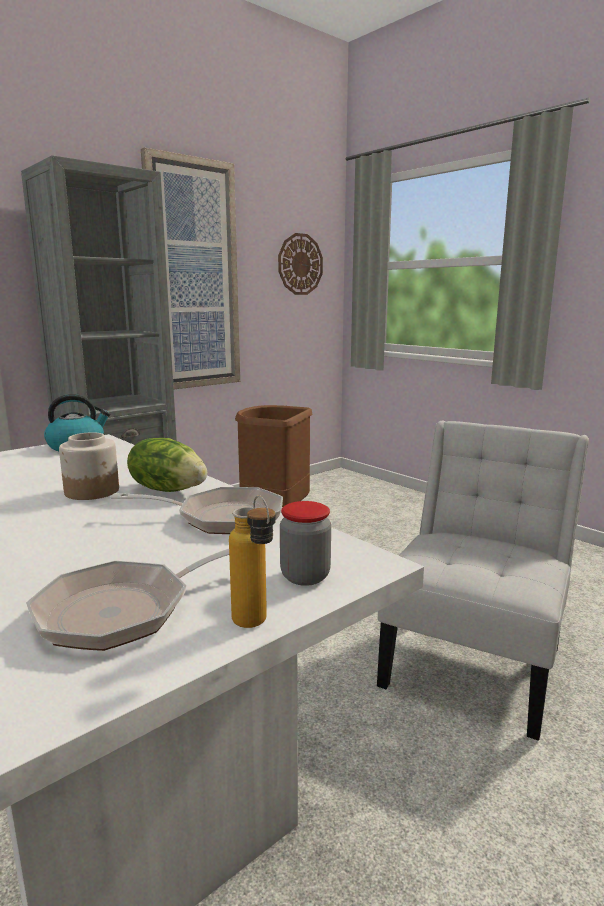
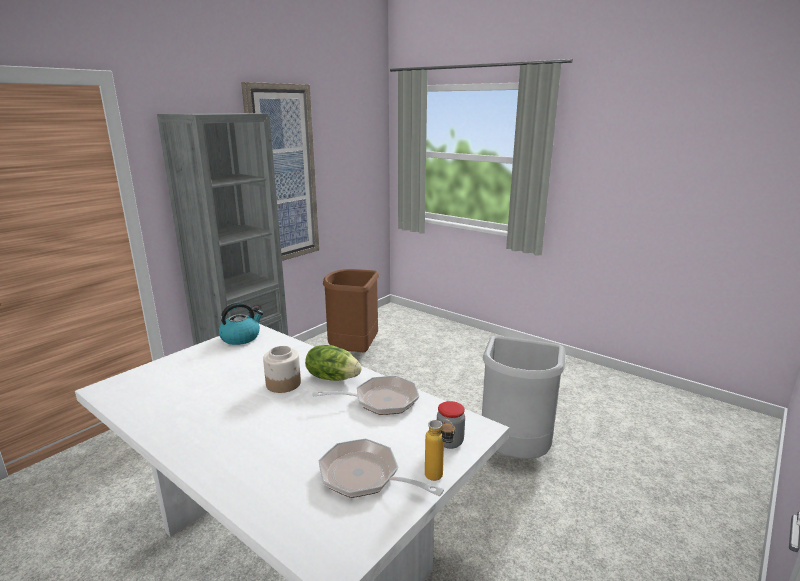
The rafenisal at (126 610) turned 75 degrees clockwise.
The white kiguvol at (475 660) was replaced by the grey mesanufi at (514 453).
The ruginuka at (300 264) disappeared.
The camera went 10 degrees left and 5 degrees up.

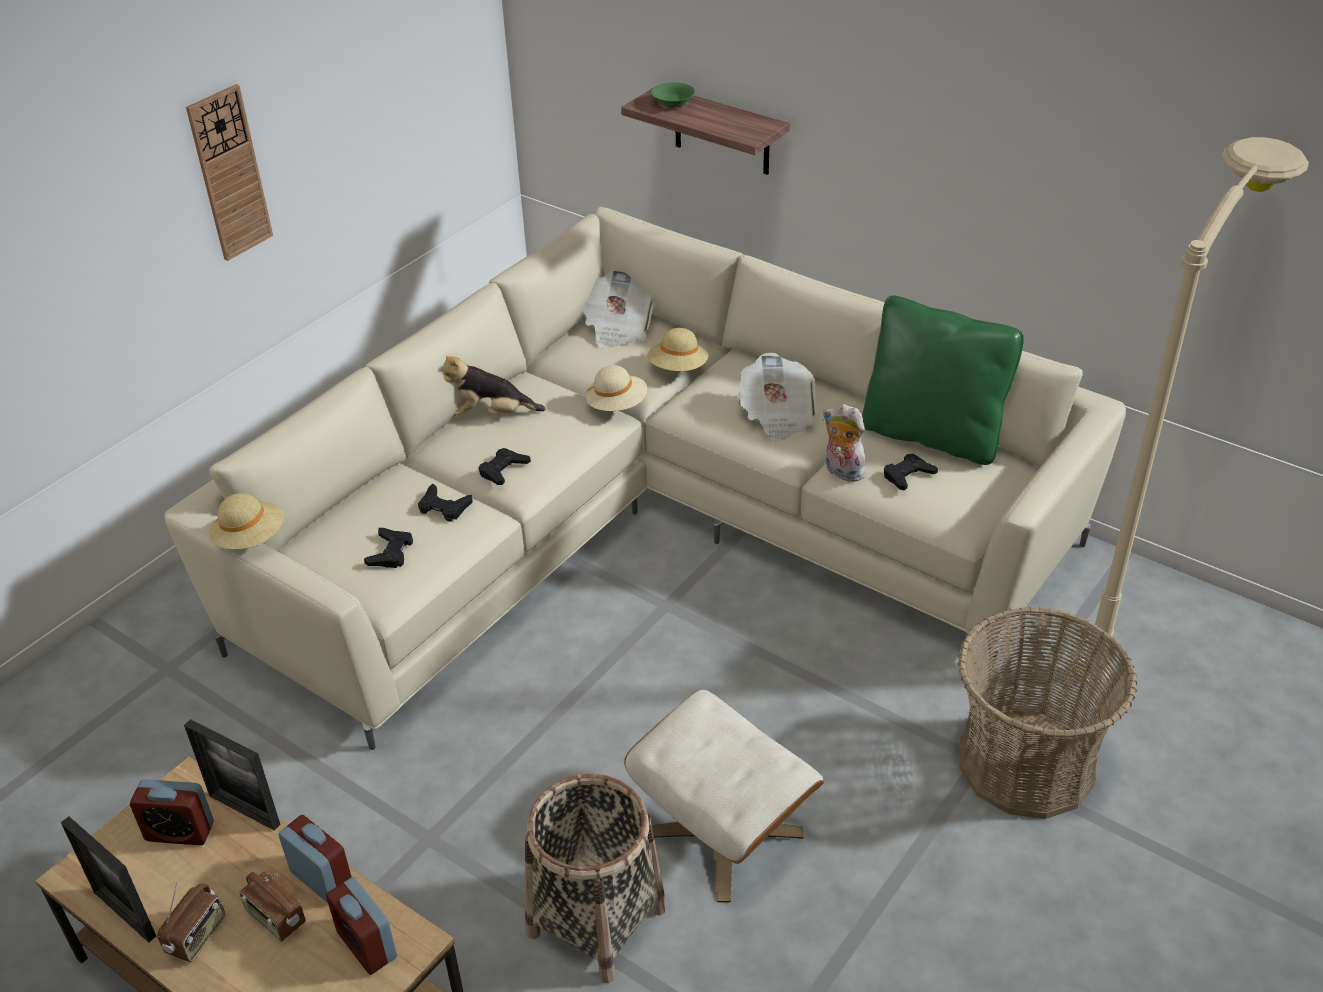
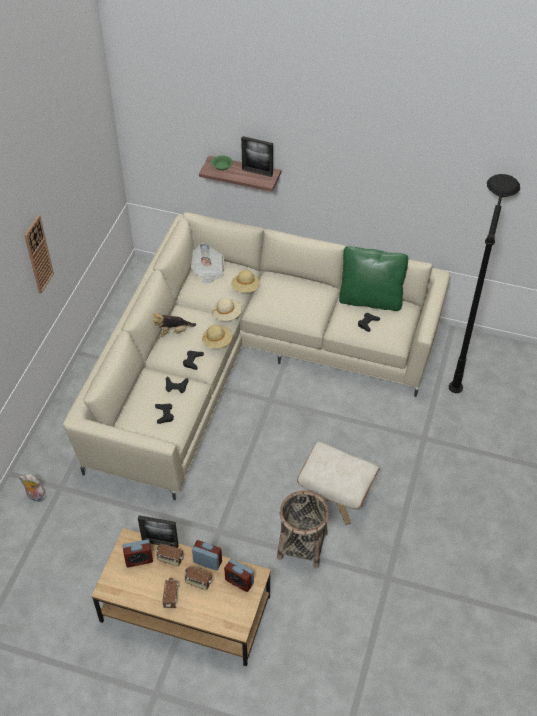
The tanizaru moved from (841 472) to (35 497).
The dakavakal at (170 559) appeared.
The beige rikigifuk moved from (251 539) to (217 341).
The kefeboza moved from (124 914) to (257 172).
The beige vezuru at (1133 612) became the black vezuru at (463 355).
The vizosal at (777 416) disappeared.
The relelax at (1026 763) disappeared.
The camera went 20 degrees left and 10 degrees up.

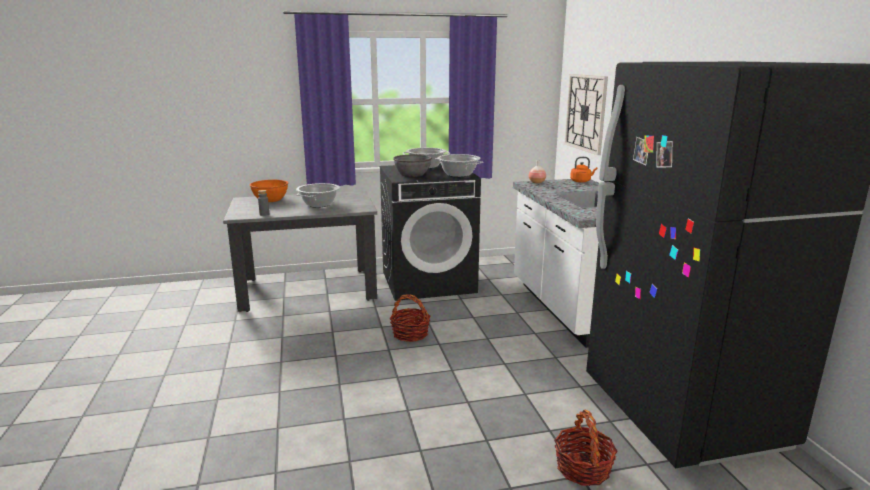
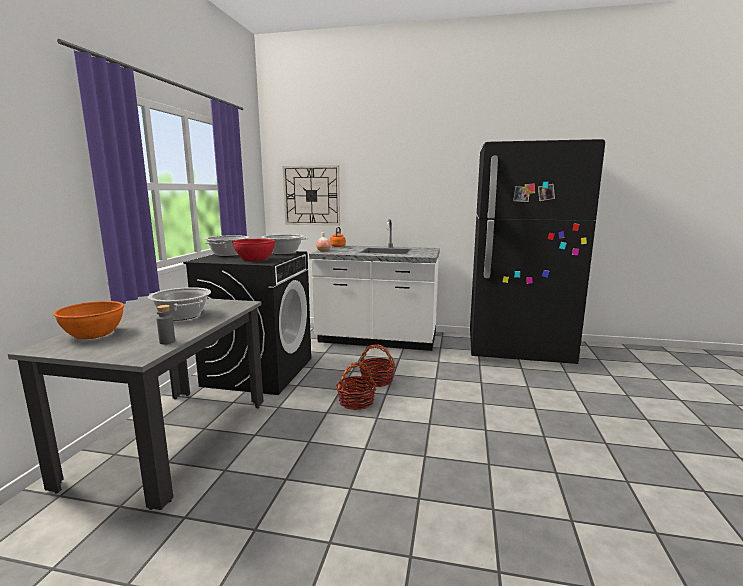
The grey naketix at (412 175) became the red naketix at (255 259).
The relelax moved from (583 468) to (377 380).
The camera went 65 degrees left and 5 degrees down.

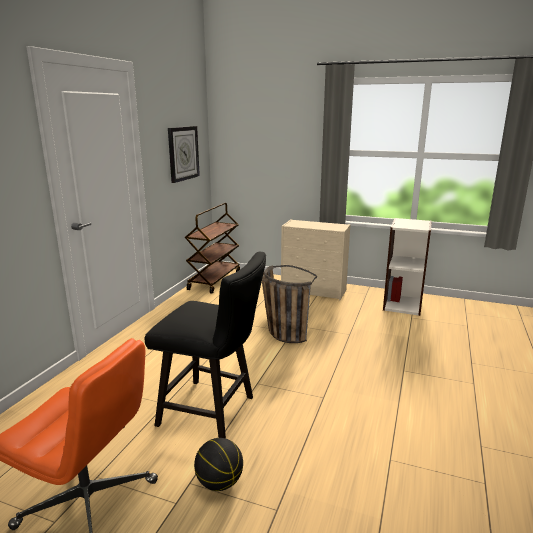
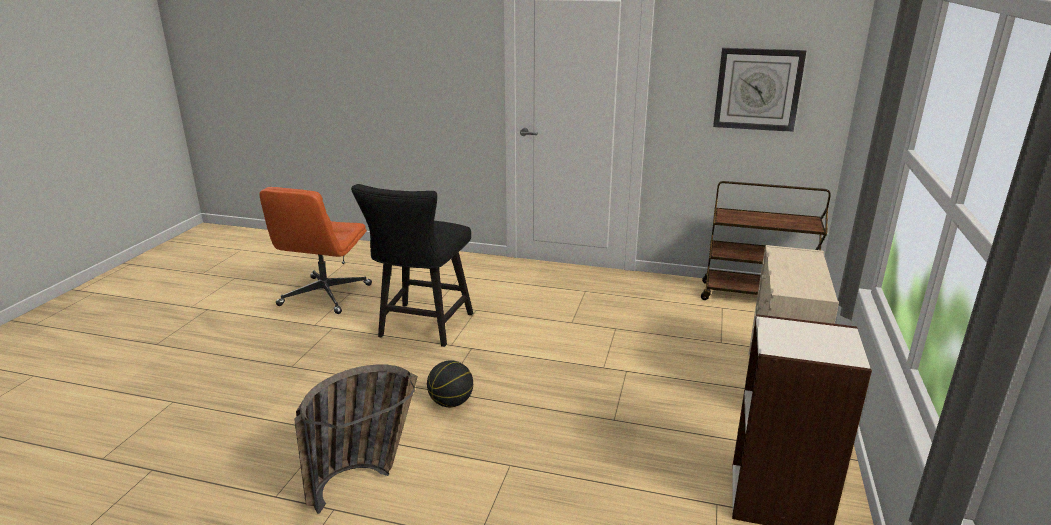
The relelax moved from (281 331) to (363 479).
The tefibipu moved from (219 482) to (451 402).
The camera went 85 degrees right and 5 degrees up.

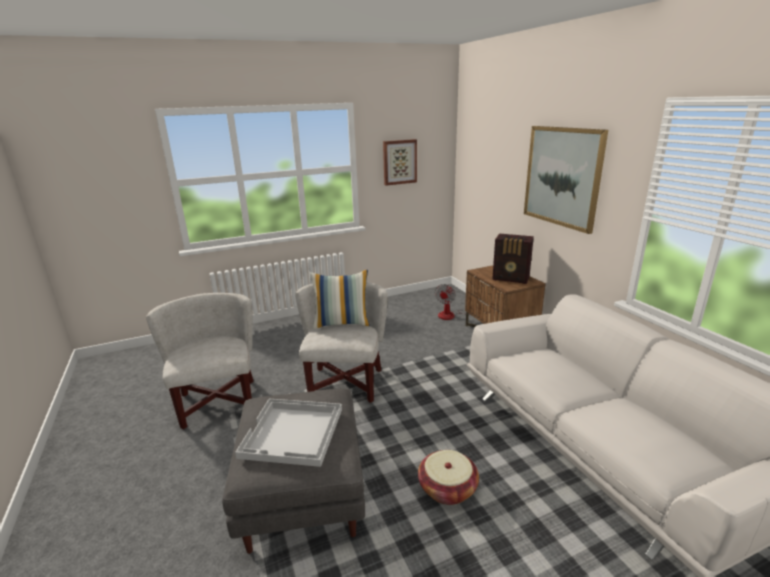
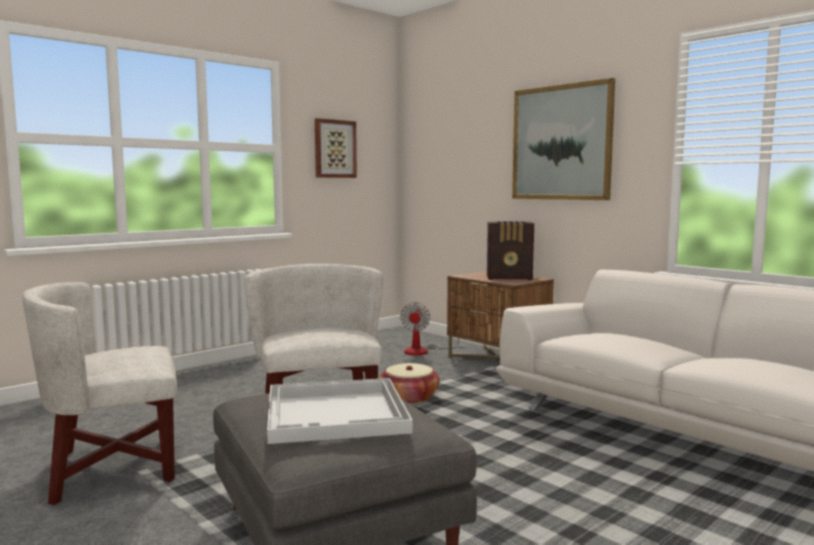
The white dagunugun at (218 402) turned 75 degrees counterclockwise.
The relelax moved from (447 488) to (409 398).
The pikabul at (342 323) disappeared.
The camera went 20 degrees left and 15 degrees down.

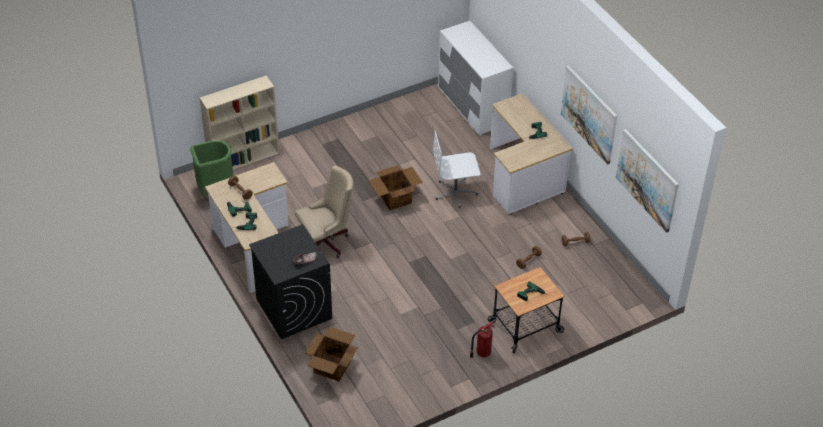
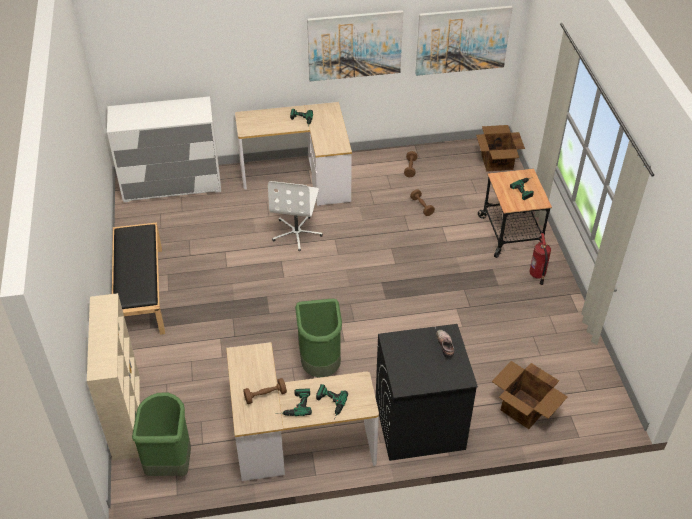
The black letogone at (140 291) appeared.
The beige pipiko at (326 242) was replaced by the green mesanufi at (321 364).
The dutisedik moved from (395 198) to (497 162).
The camera went 70 degrees left and 0 degrees up.

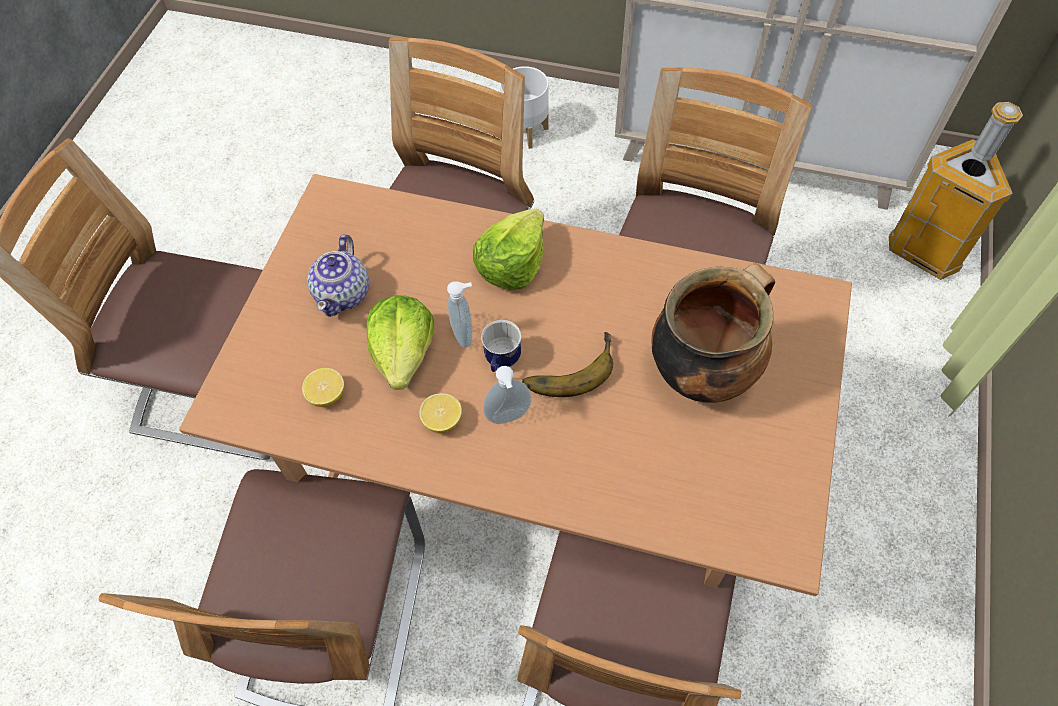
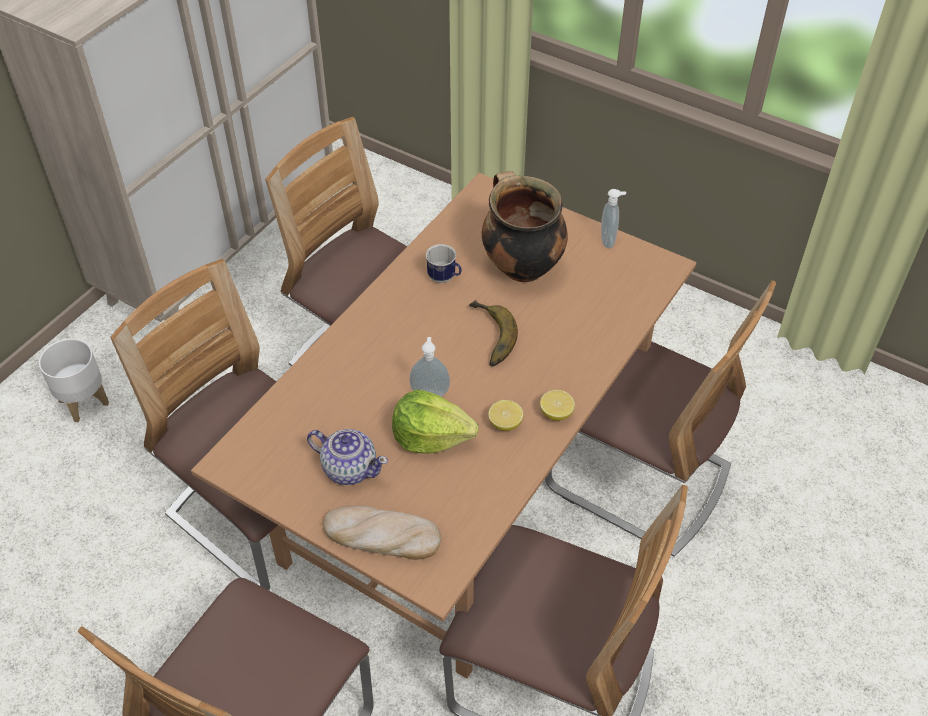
The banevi at (381 536) appeared.
The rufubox moved from (501 362) to (445 278).
The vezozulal moved from (327 395) to (556 413).
The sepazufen moved from (509 418) to (609 240).
The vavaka at (512 264) disappeared.
The mesanufi at (924 252) disappeared.
The camera went 75 degrees left and 10 degrees down.

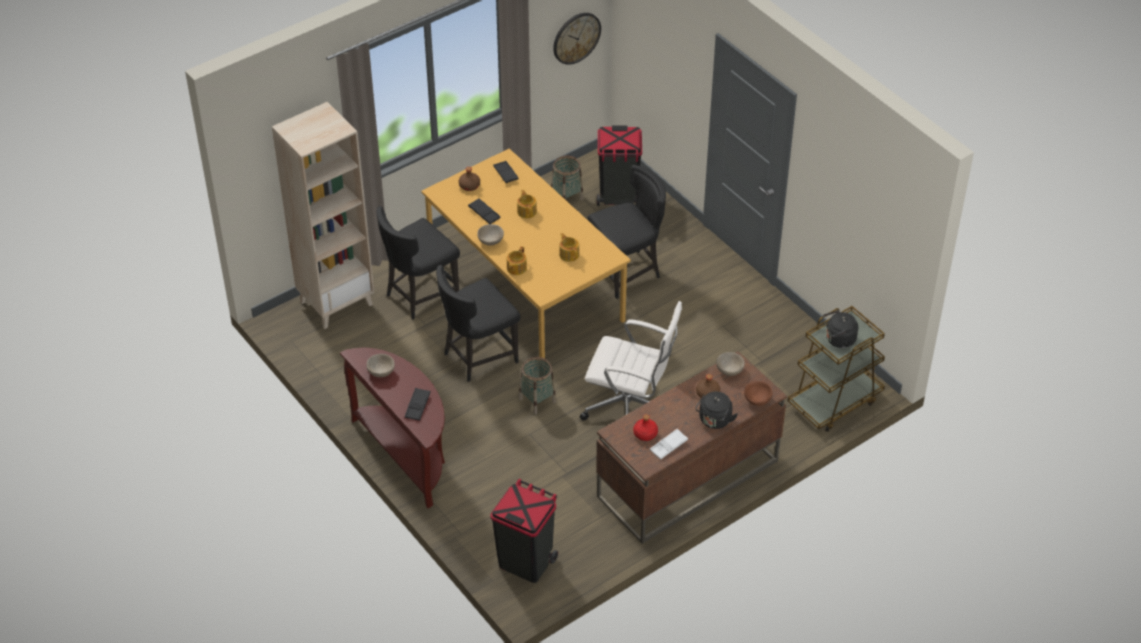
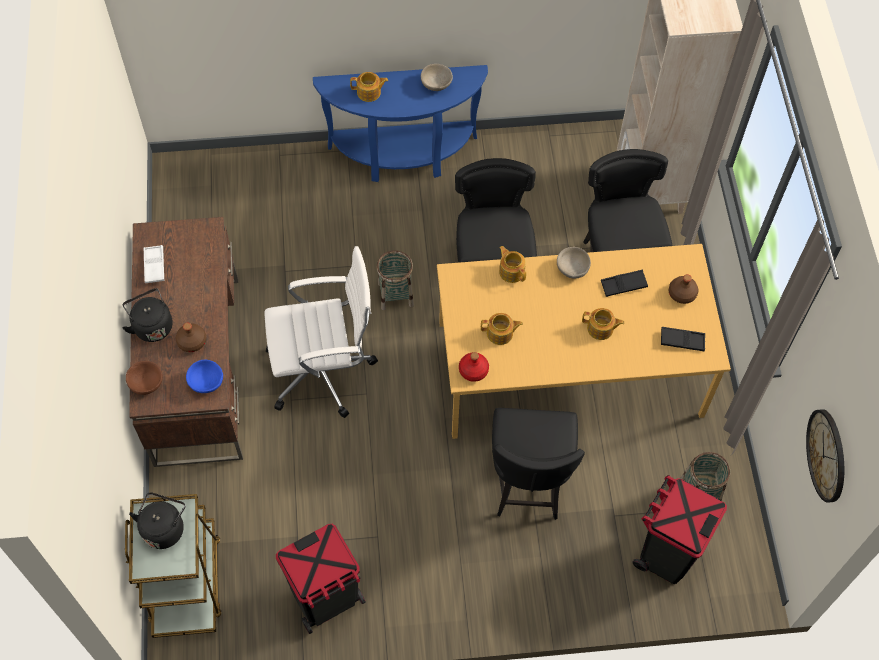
The beige naketix at (730 370) became the blue naketix at (206 382).
The white pipiko at (630 409) turned 150 degrees counterclockwise.
The black mesanufi moved from (525 561) to (326 598).
The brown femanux at (406 454) became the blue femanux at (403 157).
The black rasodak at (417 406) was replaced by the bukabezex at (369 92).
The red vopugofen moved from (645 434) to (473 370).
The camera went 120 degrees right and 15 degrees up.

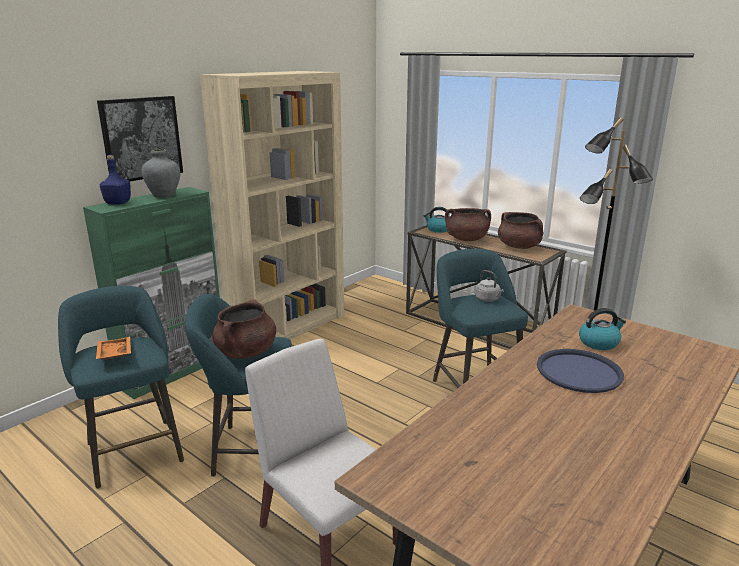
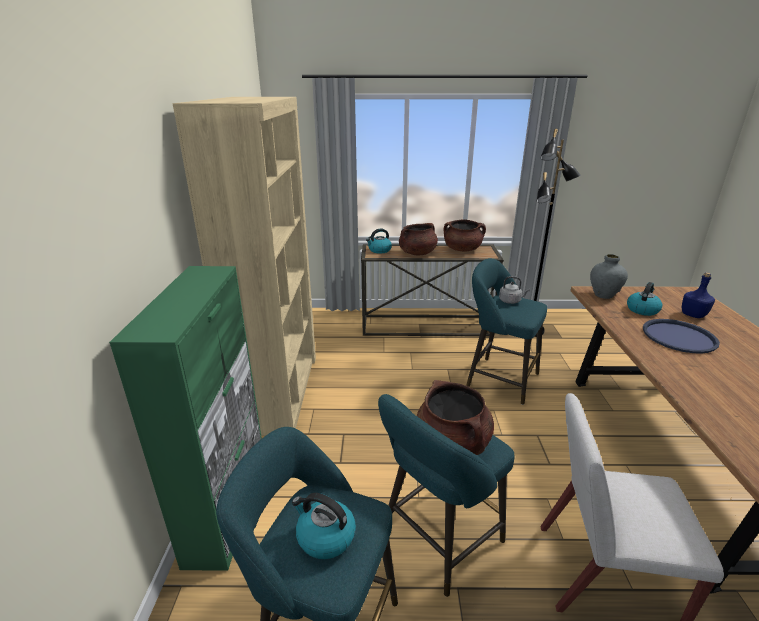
The orange rasodak at (113 354) was replaced by the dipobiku at (325 537).
The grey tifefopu moved from (164 195) to (603 295).
The blue vopugofen moved from (118 203) to (692 314).
The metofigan at (141 138) disappeared.
The camera went 40 degrees left and 5 degrees up.

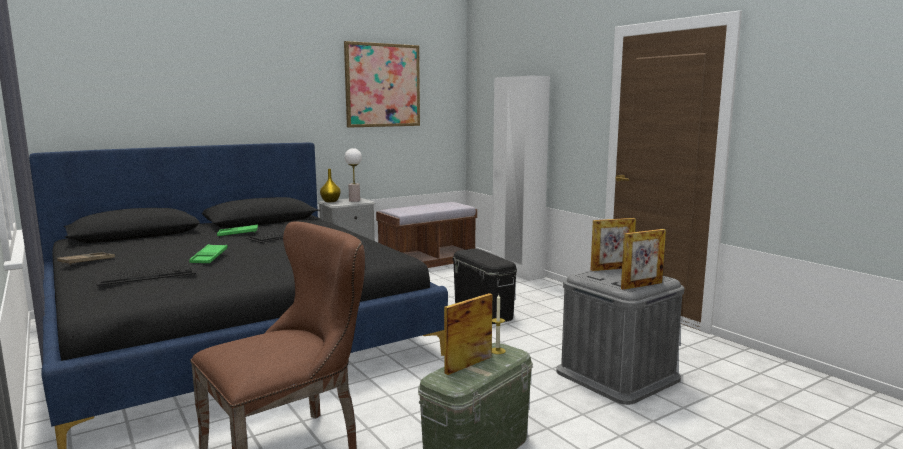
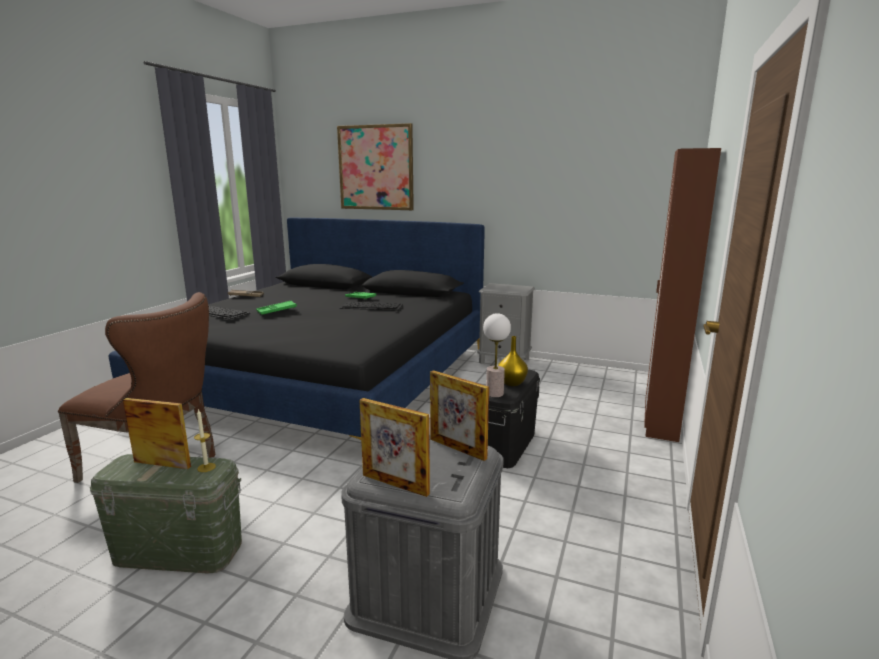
The metofigan moved from (382 85) to (376 168).
The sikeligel moved from (354 201) to (494 394).
The yellow tifefopu moved from (330 201) to (511 383).
The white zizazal at (516 272) became the brown zizazal at (660 423).
The brown letogone at (427 262) disappeared.
The camera went 55 degrees right and 5 degrees up.

